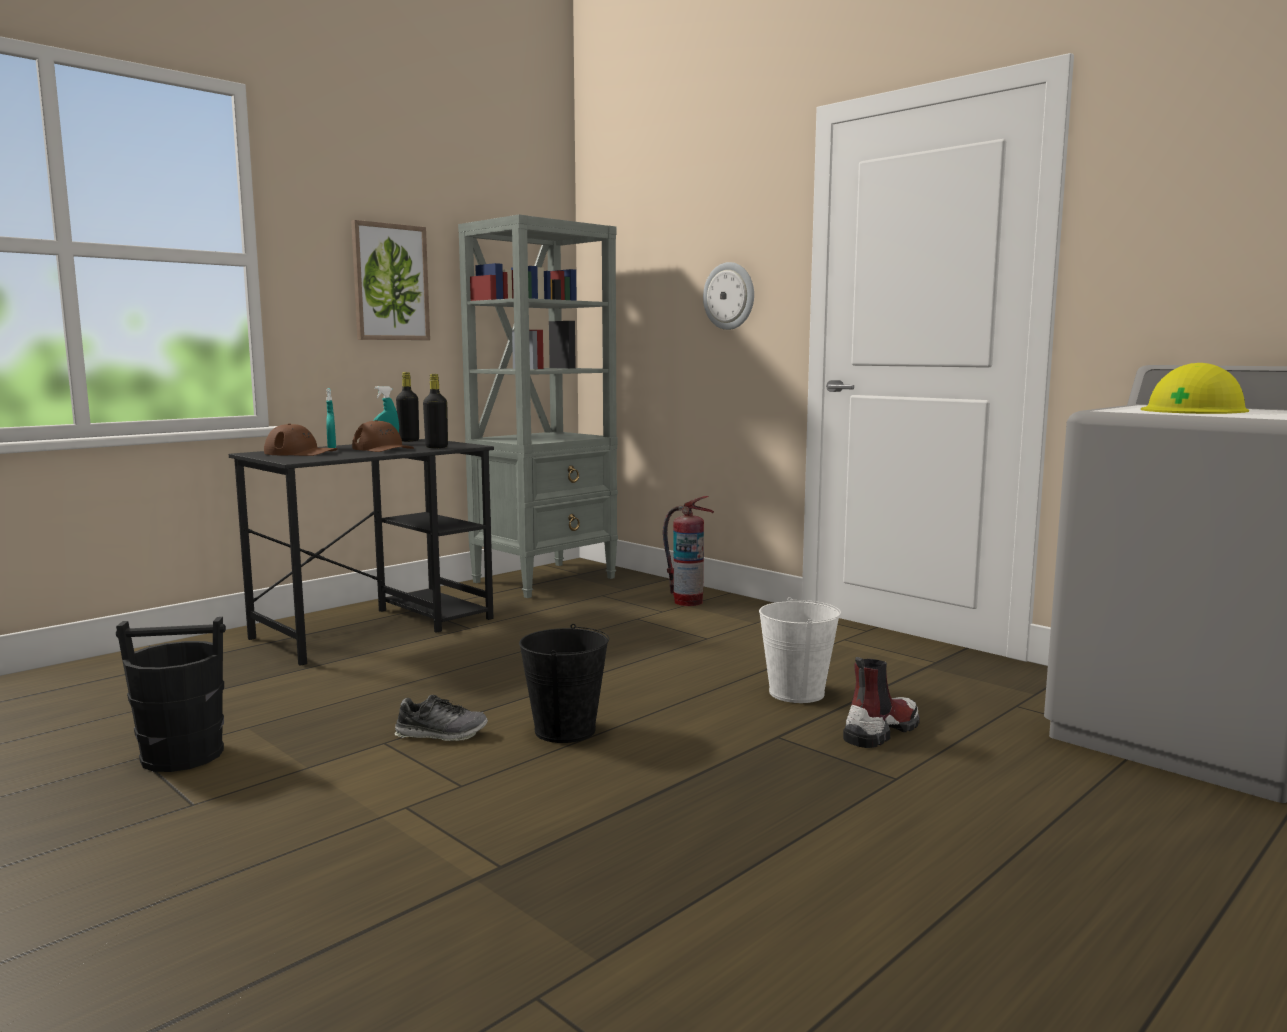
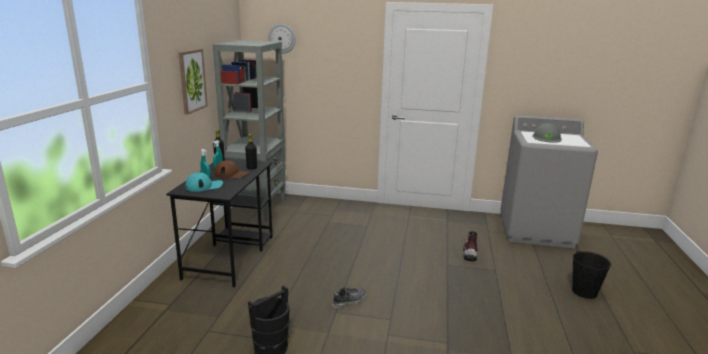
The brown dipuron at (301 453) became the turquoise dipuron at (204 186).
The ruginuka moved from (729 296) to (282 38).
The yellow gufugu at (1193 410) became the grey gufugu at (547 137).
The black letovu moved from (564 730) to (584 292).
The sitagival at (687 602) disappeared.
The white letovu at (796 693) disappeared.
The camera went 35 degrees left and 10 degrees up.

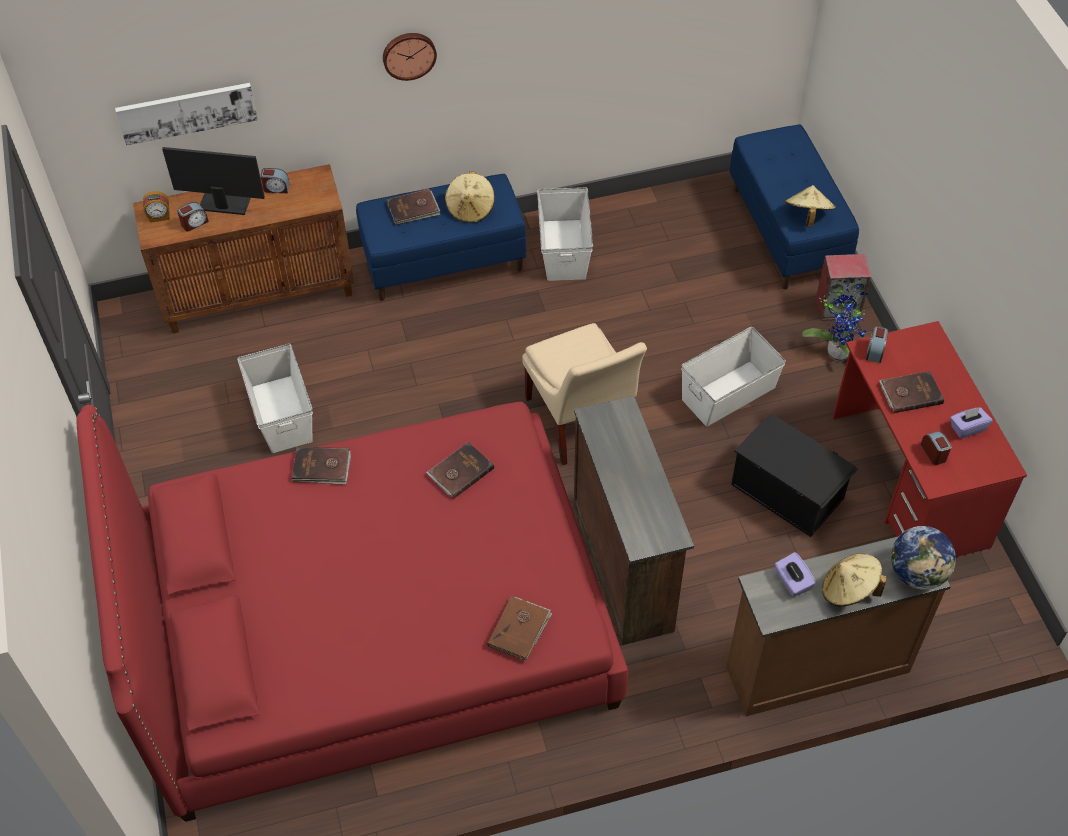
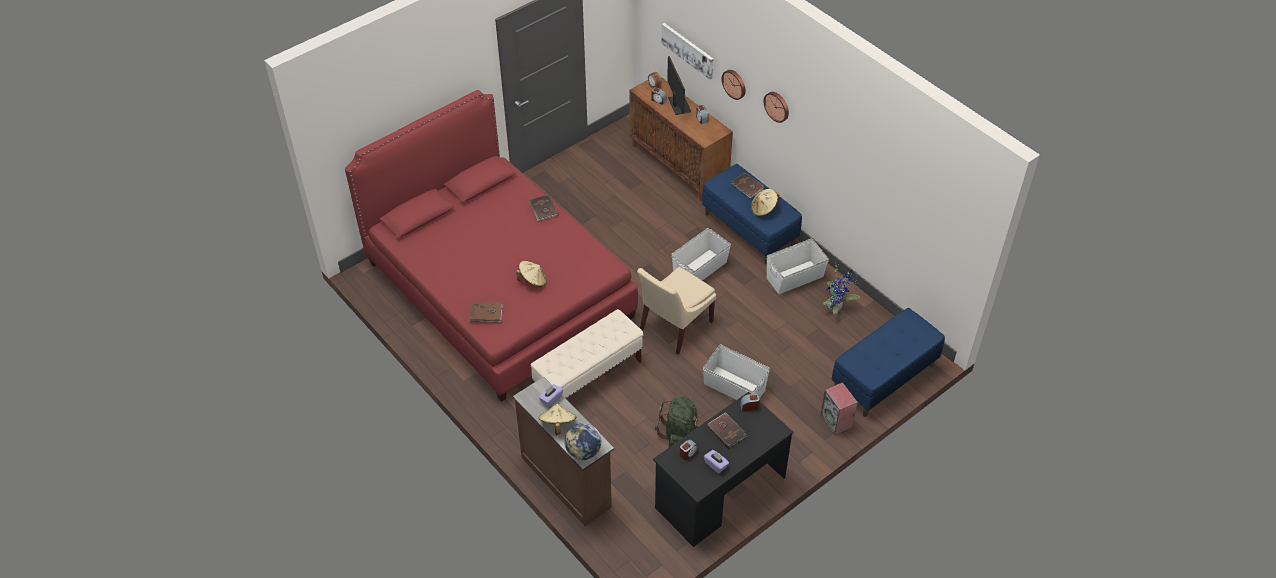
The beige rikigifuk moved from (807 216) to (533 280).
The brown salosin at (624 566) was replaced by the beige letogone at (588 376).
The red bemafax at (908 481) became the black bemafax at (720 493).
The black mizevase at (787 490) was replaced by the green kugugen at (679 435).
The white mizevase moved from (282 413) to (700 269).
The ruginuka at (734 84) appeared.
The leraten moved from (838 350) to (836 307).
The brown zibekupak at (460 471) disappeared.
The camera went 65 degrees right and 5 degrees down.

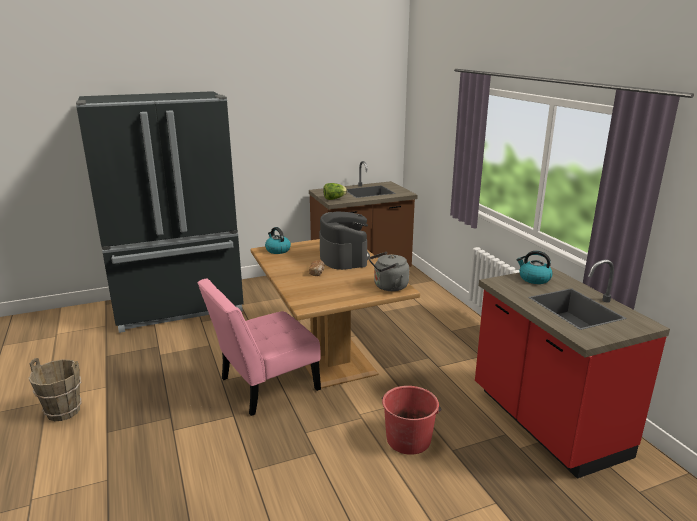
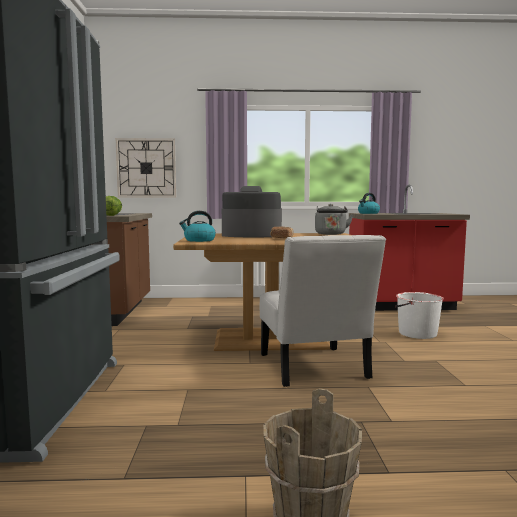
The ruginuka at (146 168) appeared.
The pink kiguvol at (264 386) became the white kiguvol at (314 369).
The red letovu at (408 439) became the white letovu at (417 333).
The camera went 70 degrees left and 15 degrees down.

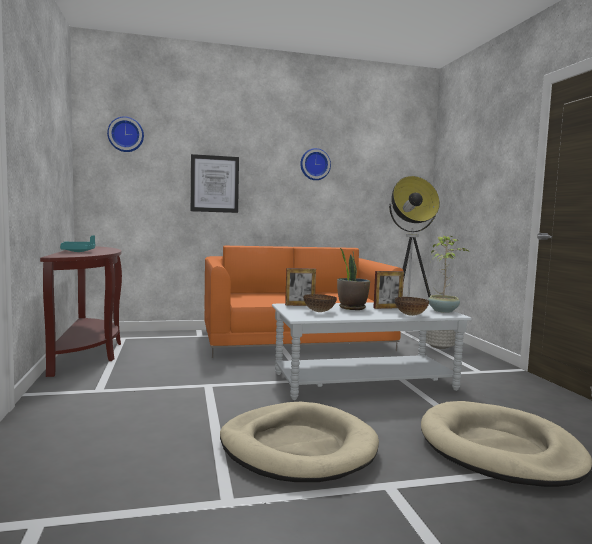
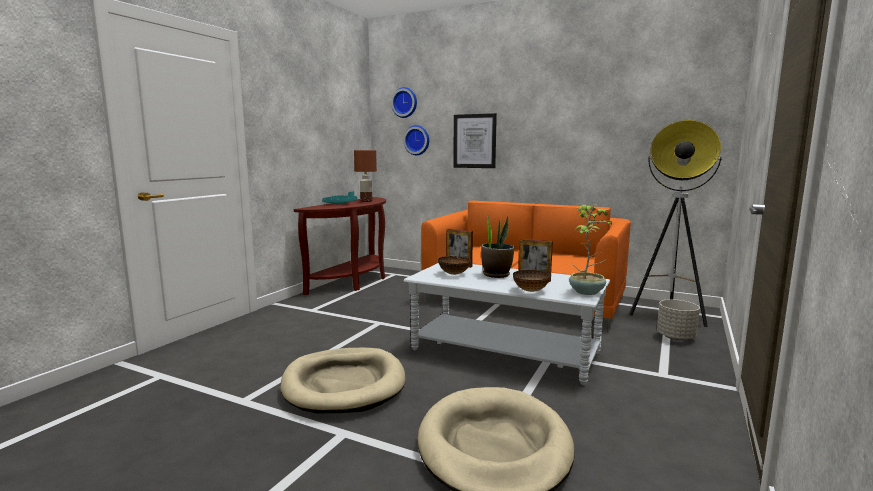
The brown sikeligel at (366 201) appeared.
The ruginuka moved from (314 164) to (417 140).
The camera went 40 degrees right and 5 degrees up.

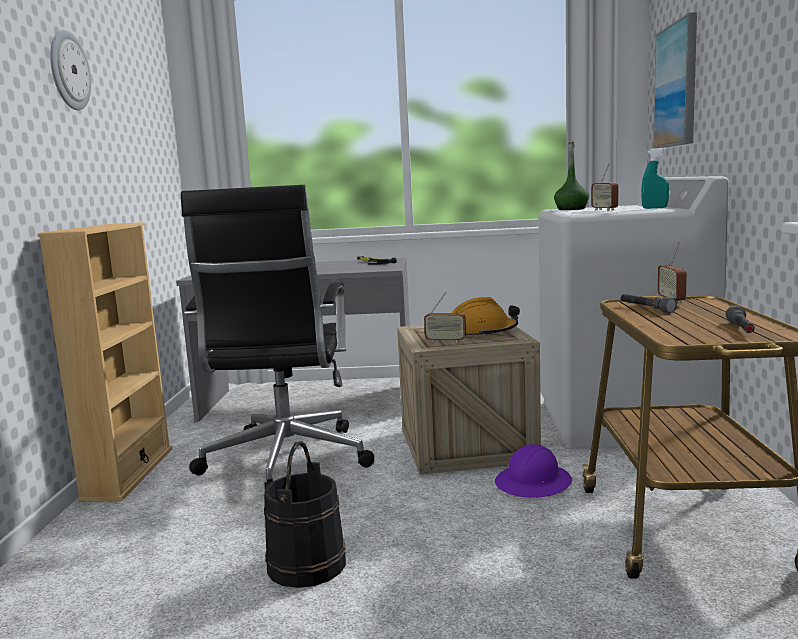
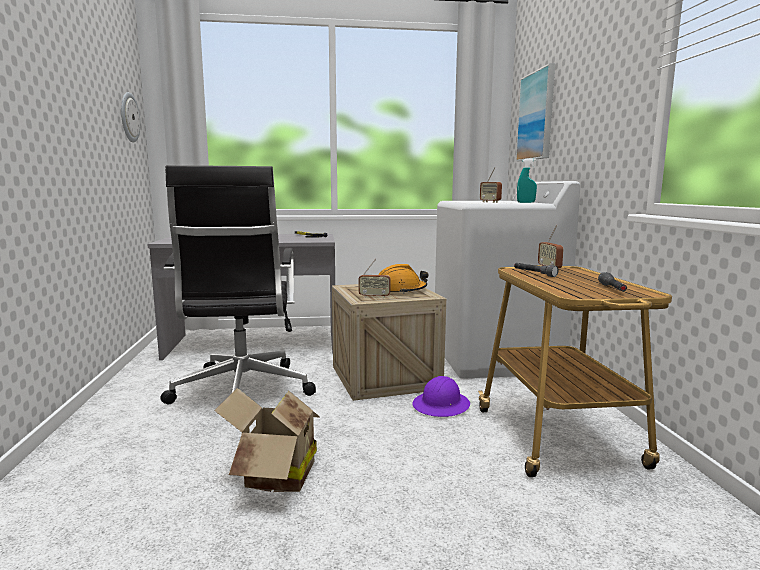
The ruginuka moved from (68 71) to (129 117).
The black letovu at (307 565) was replaced by the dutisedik at (274 477).
The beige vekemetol at (129 473) disappeared.
The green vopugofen at (571 209) disappeared.
The camera went 10 degrees left and 0 degrees up.

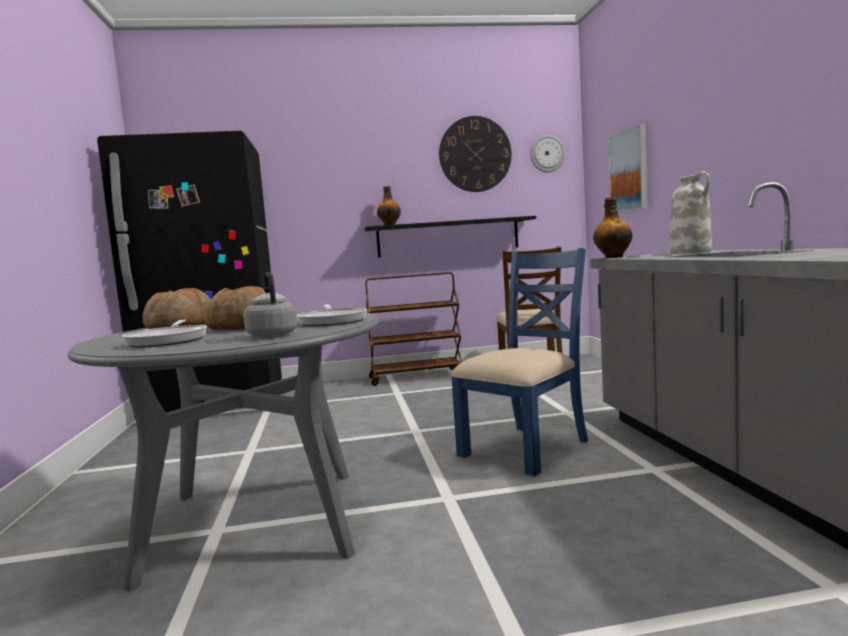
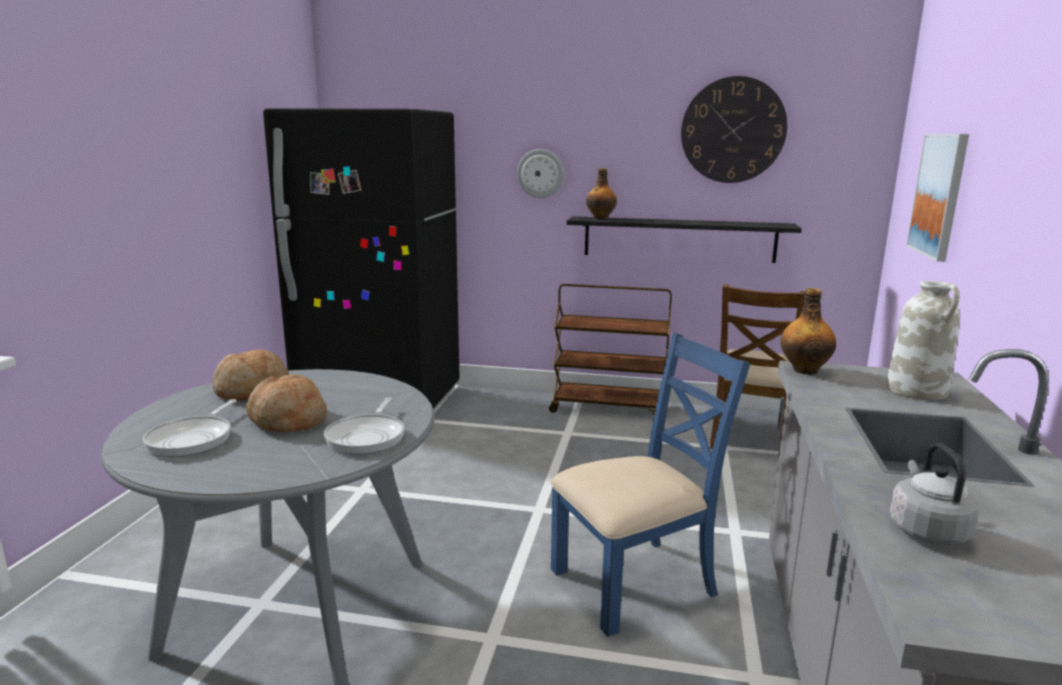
The ruginuka moved from (547 154) to (540 173).
The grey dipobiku moved from (272 335) to (926 530).
The camera went 20 degrees right and 10 degrees up.

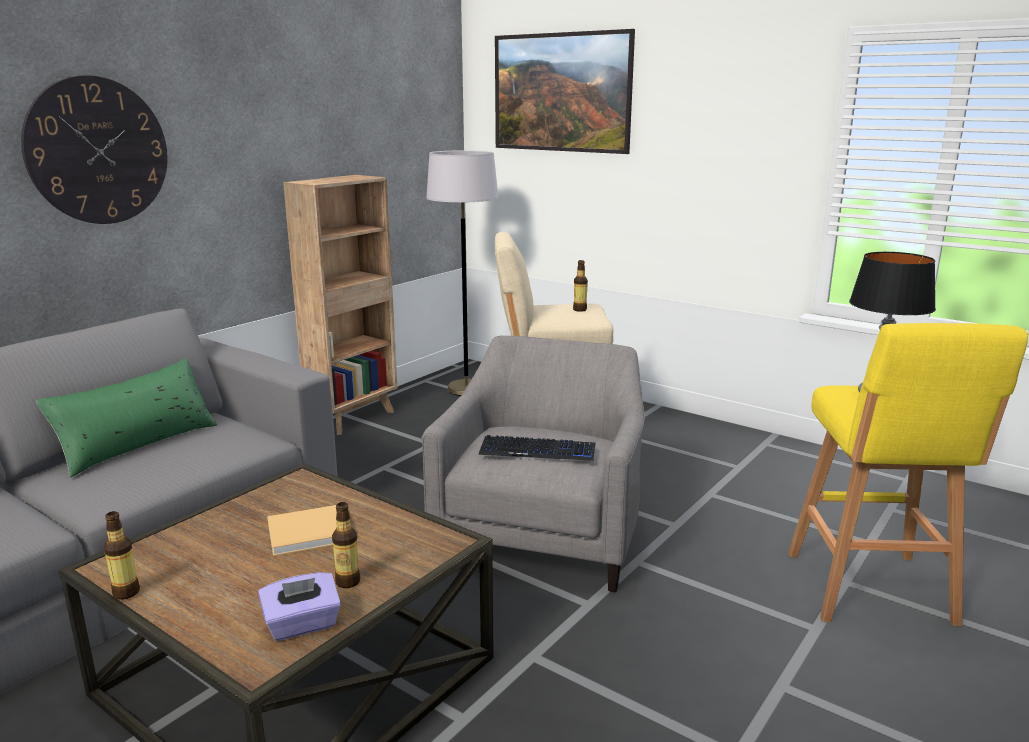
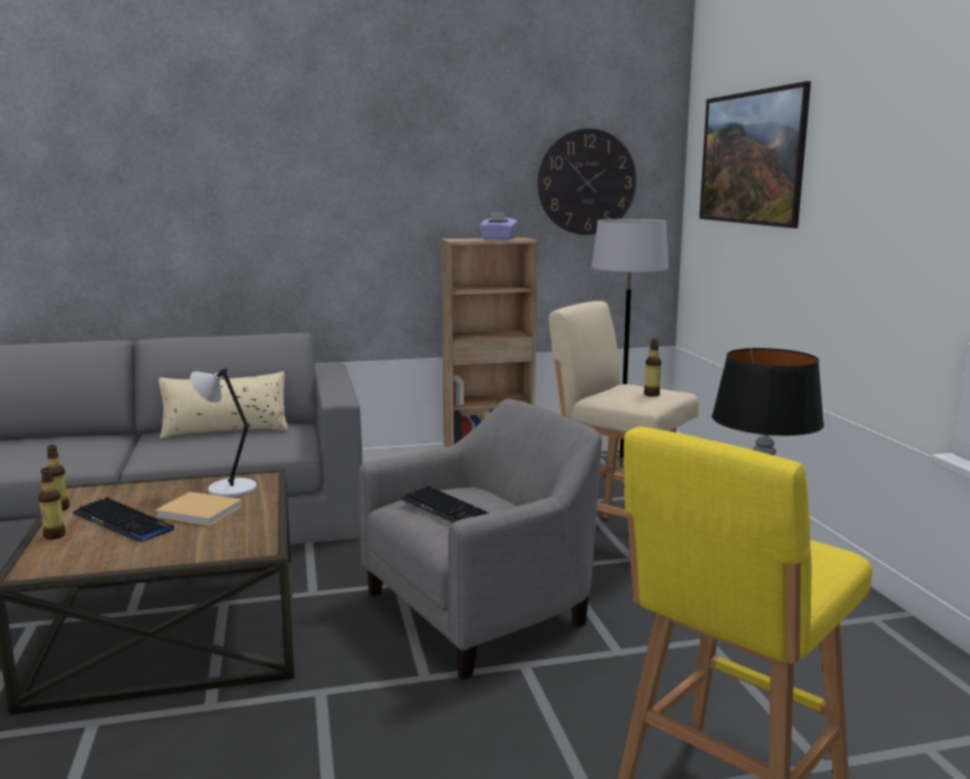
The vopugofen moved from (348 582) to (54 536).
The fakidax at (123 522) appeared.
The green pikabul at (138 445) became the beige pikabul at (225 430).
The grey sikeligel at (229 489) appeared.
The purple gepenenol moved from (302 625) to (498 239).
The ruginuka moved from (98 151) to (586 182).
The camera went 40 degrees right and 5 degrees down.

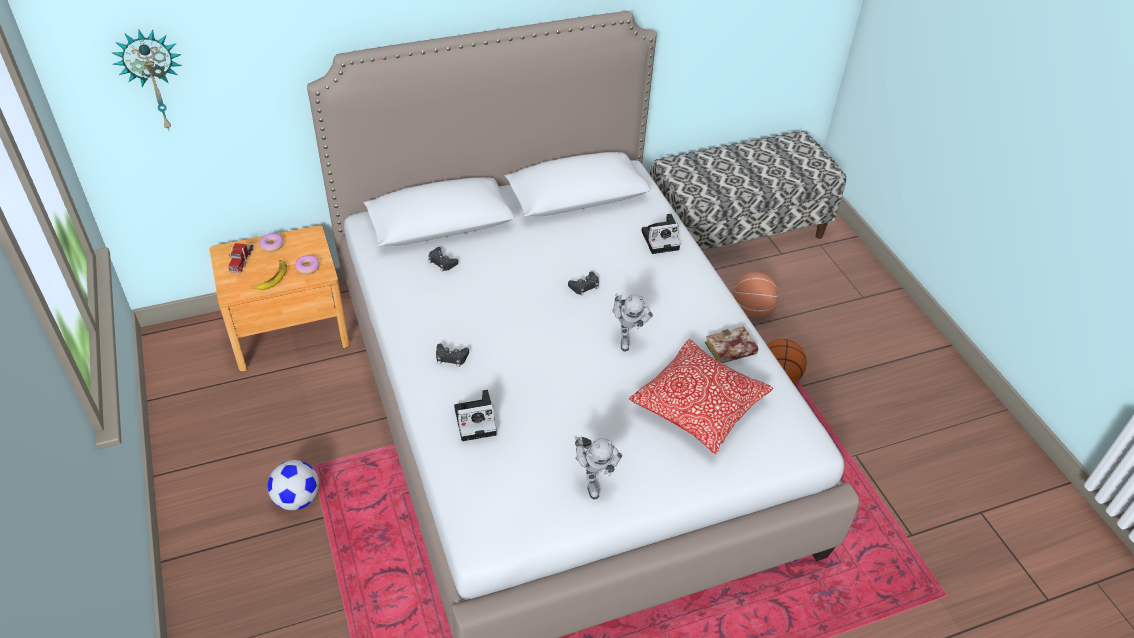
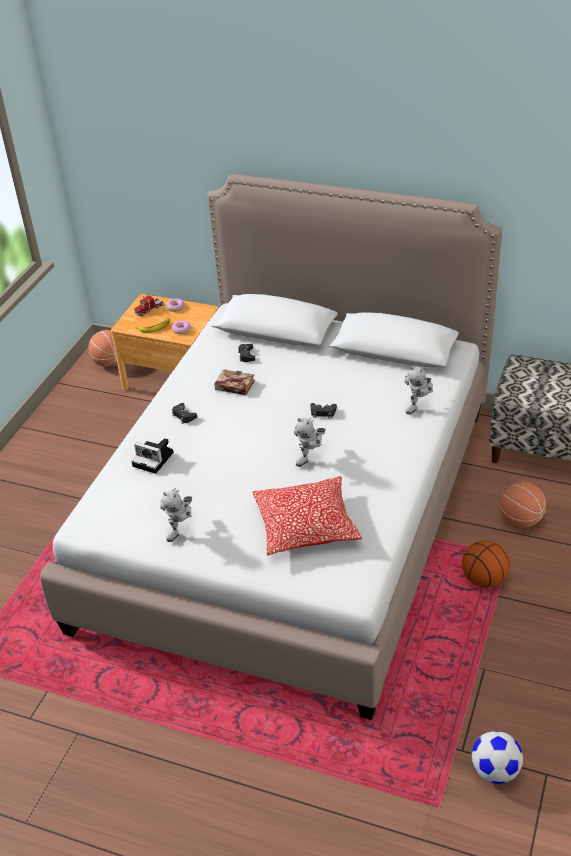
The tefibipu at (109 362) appeared.
The zibekupak moved from (729 350) to (233 386).
The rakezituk at (661 239) was replaced by the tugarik at (419 406).
The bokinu moved from (297 499) to (495 770).
The ruginuka at (154 79) disappeared.
The camera went 45 degrees right and 5 degrees down.

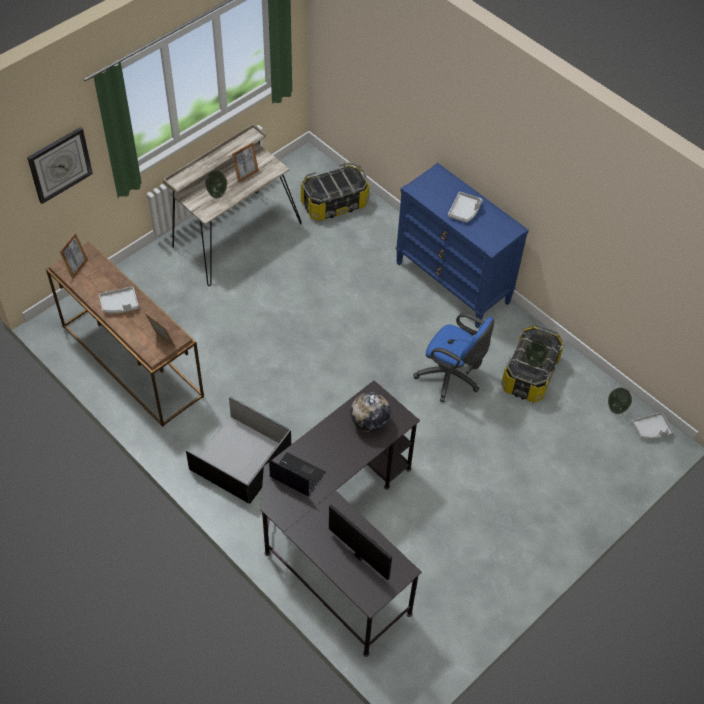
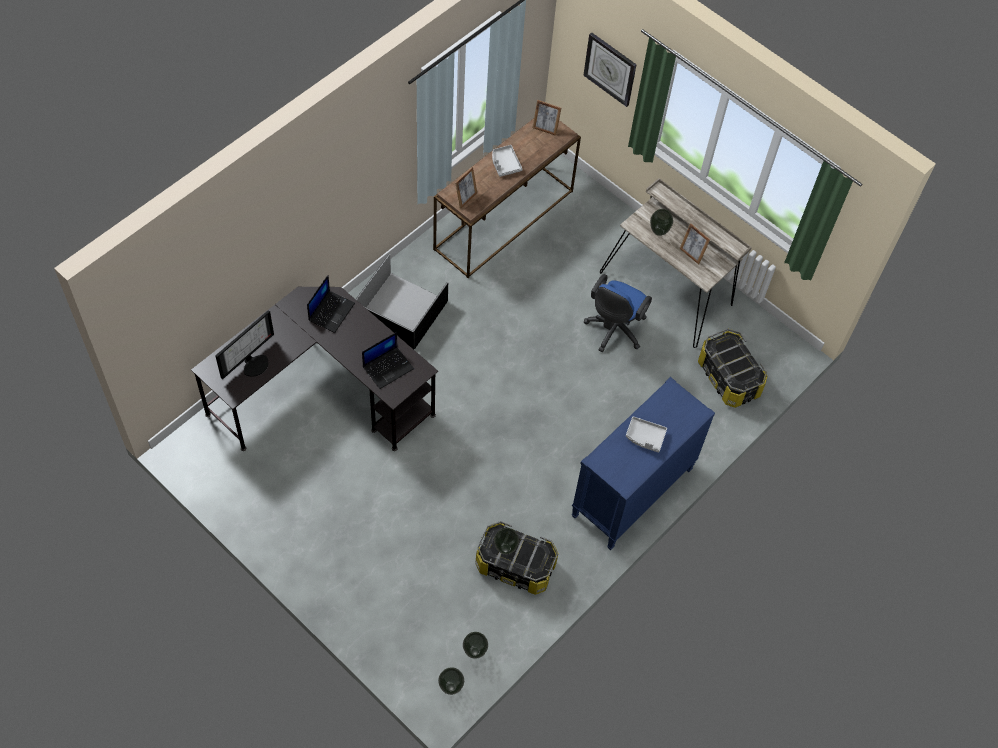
The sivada at (369 422) was replaced by the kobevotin at (388 367).
The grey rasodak at (651 430) was replaced by the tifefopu at (450 687).
The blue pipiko moved from (451 378) to (613 330).
The camera went 85 degrees right and 5 degrees up.

